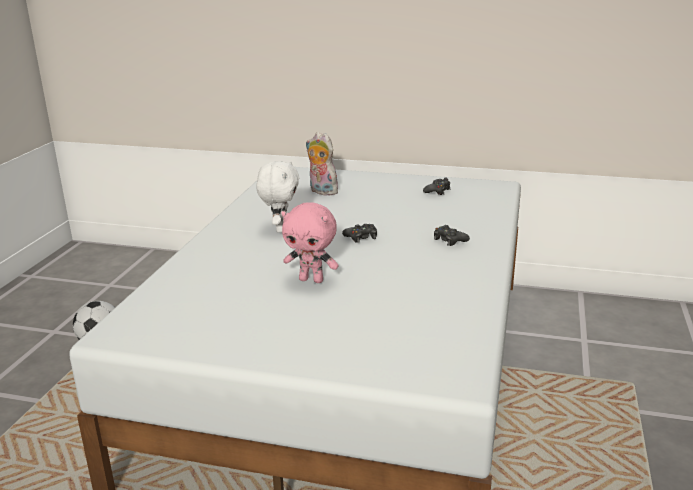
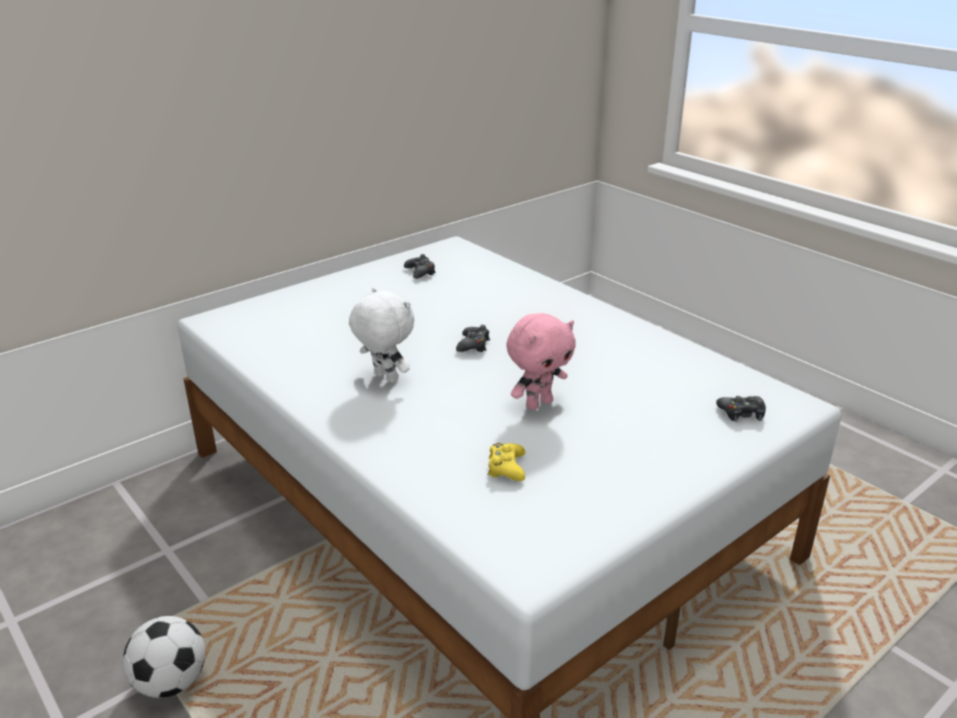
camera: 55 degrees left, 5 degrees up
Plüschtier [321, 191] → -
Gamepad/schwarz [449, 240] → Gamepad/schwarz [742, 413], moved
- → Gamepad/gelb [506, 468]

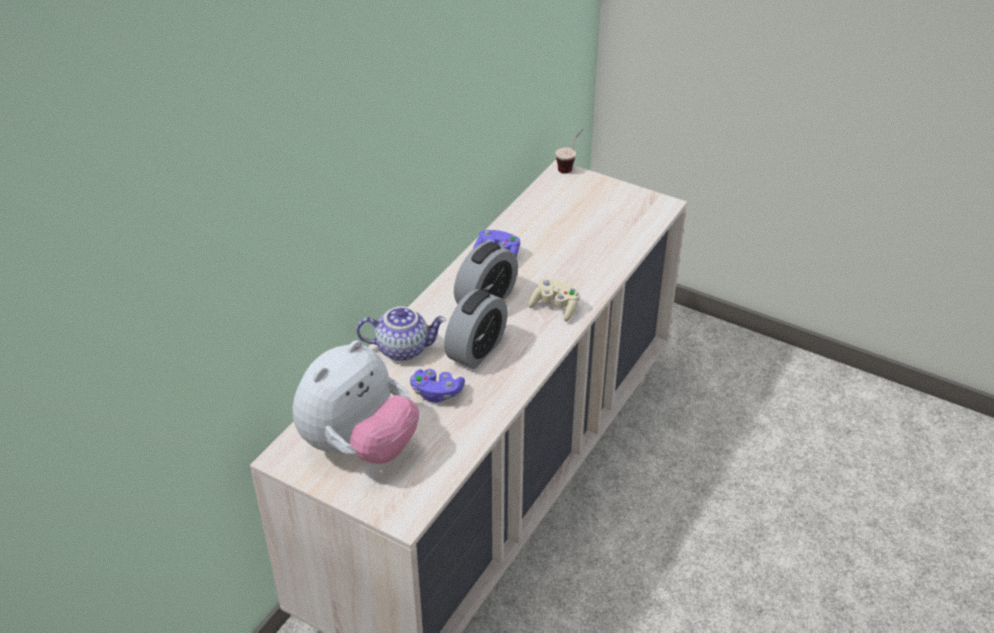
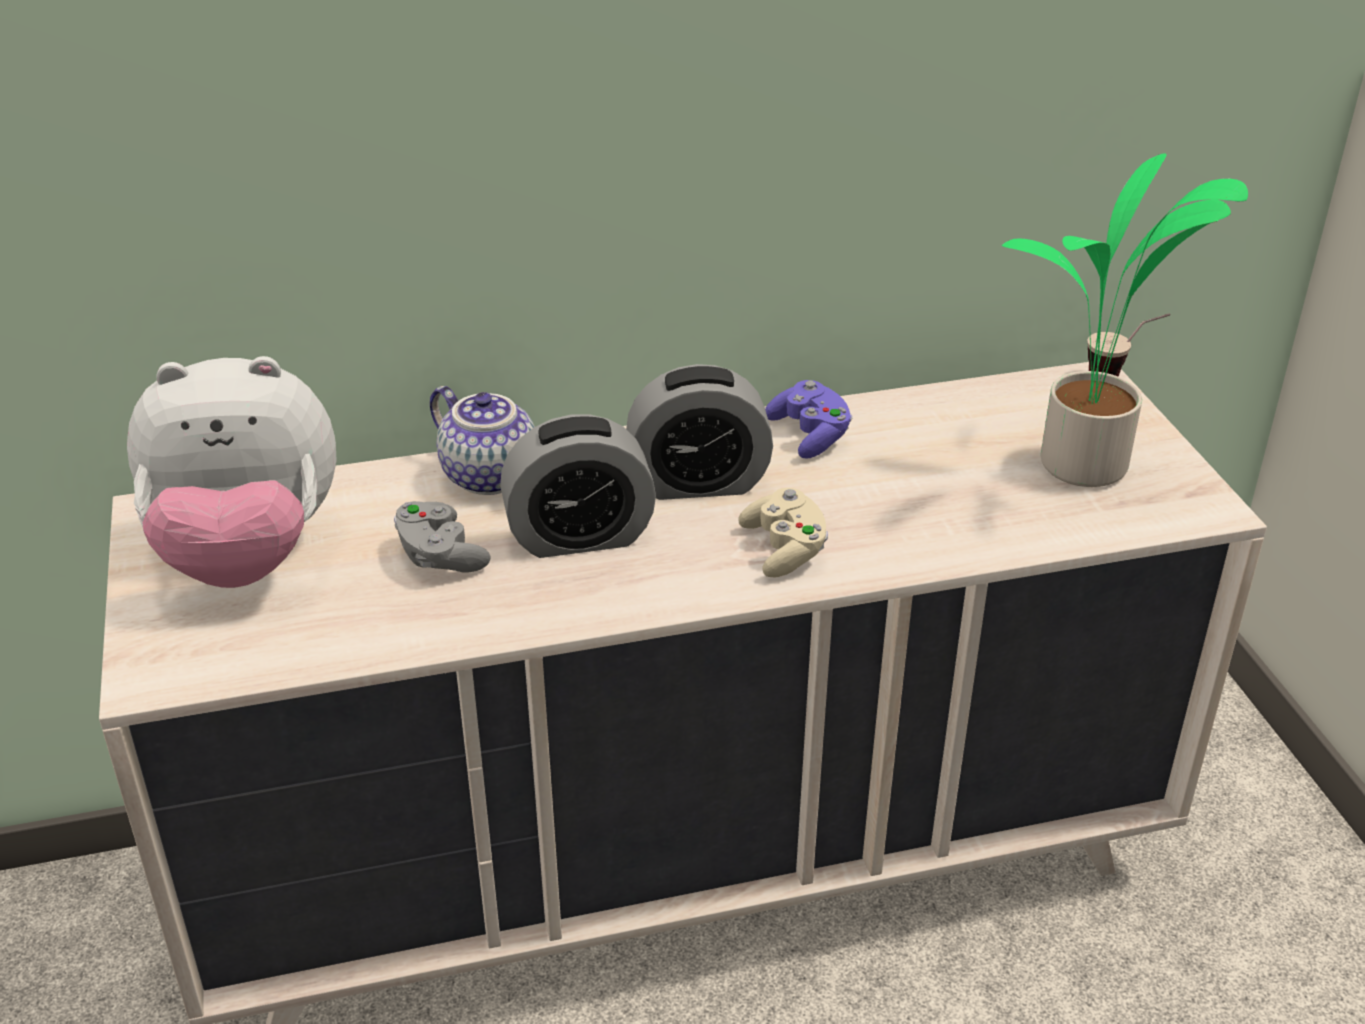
camera: 45 degrees right, 5 degrees down
Gamepad/lila [436, 393] → Gamepad/grau [440, 556]
- → Topfpflanze [1085, 469]

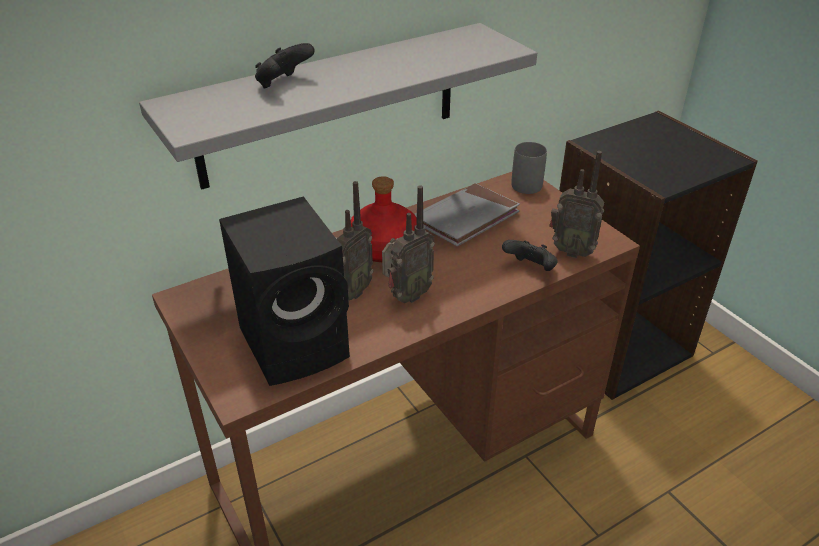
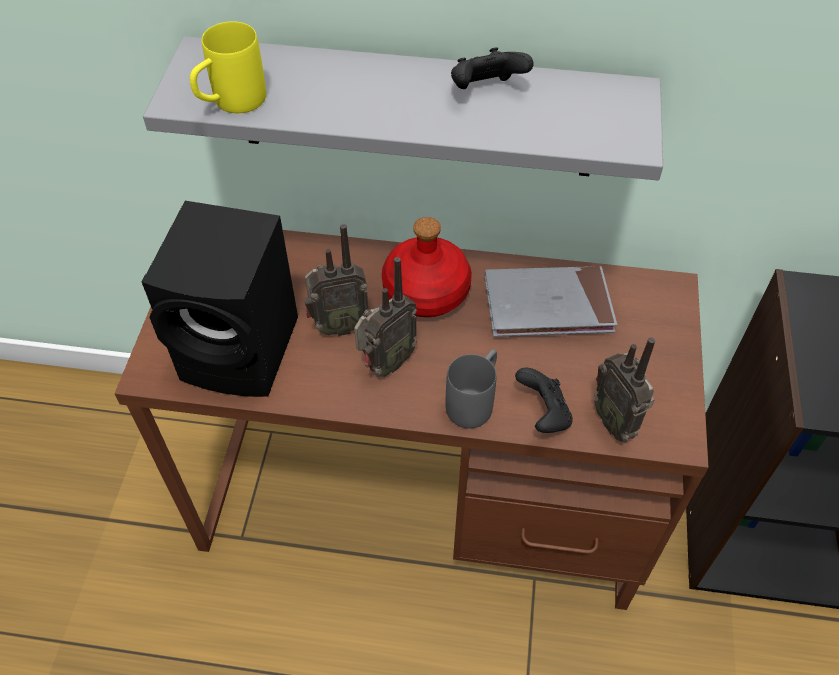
camera: 40 degrees right, 15 degrees up
Gamepad/schwarz [283, 84] → Gamepad/schwarz [486, 91], moved
Henkelbecher/grau [524, 182] → Henkelbecher/grau [474, 400], moved
Radio [406, 296] → Radio [385, 364], 45 degrees counterclockwise
- → Henkelbecher/gelb [231, 103]

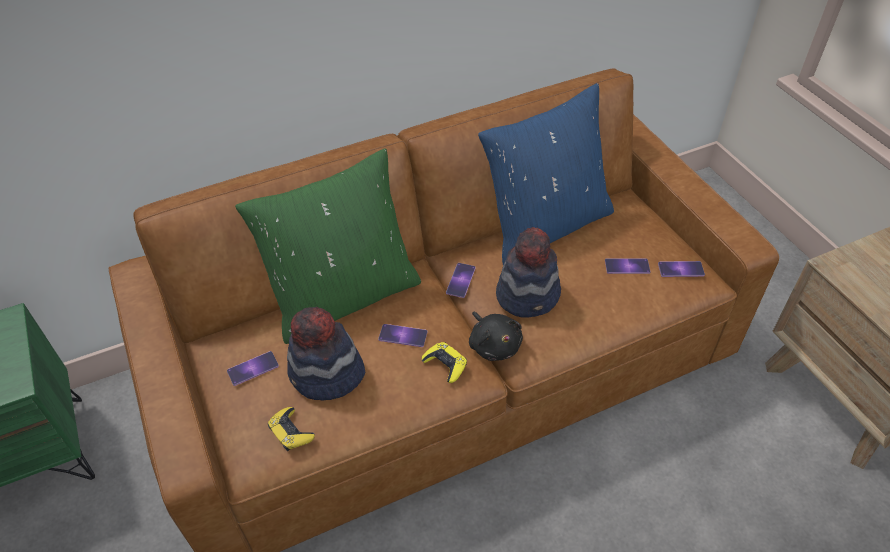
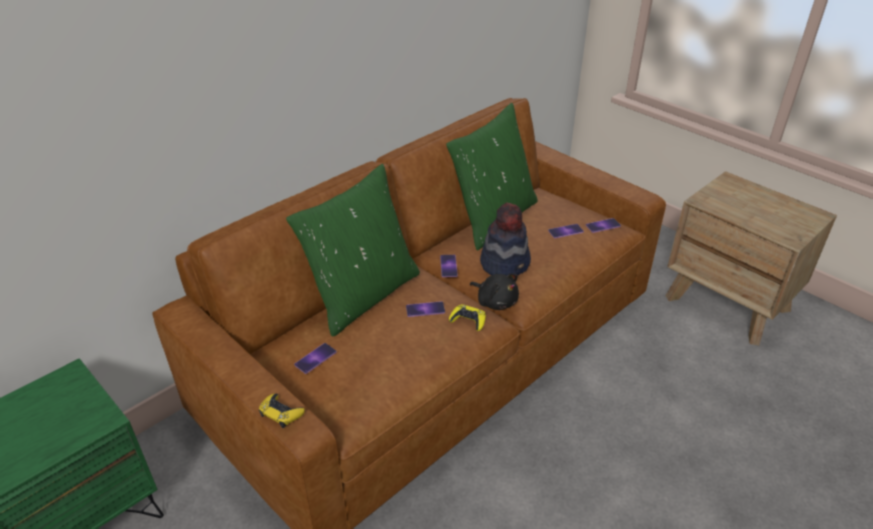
camera: 20 degrees left, 10 degrees down
Kissen/blau [545, 225] → Kissen/grün [493, 219]
Hut [326, 375] → -
Gamepad/gelb [291, 432] → Gamepad/gelb [281, 413], moved

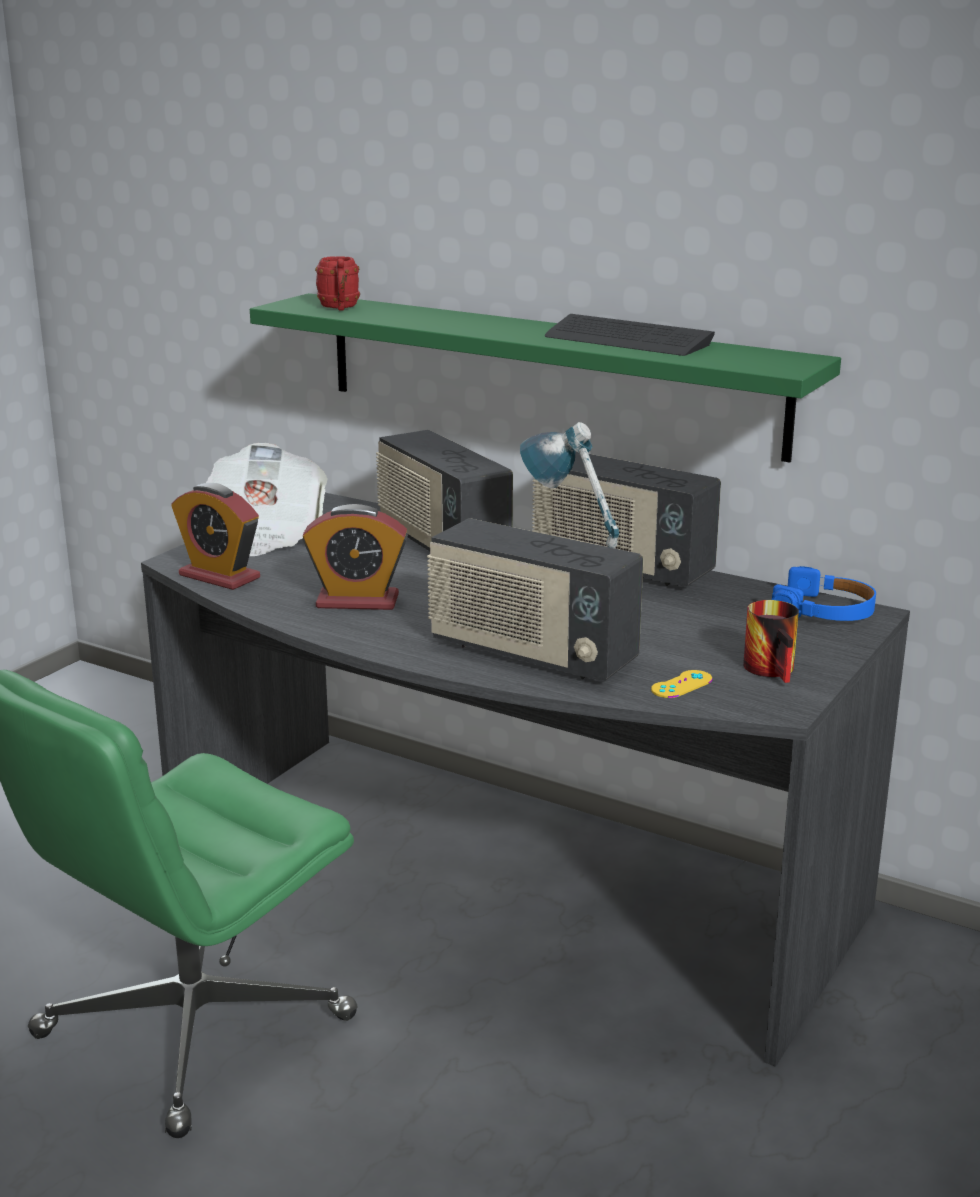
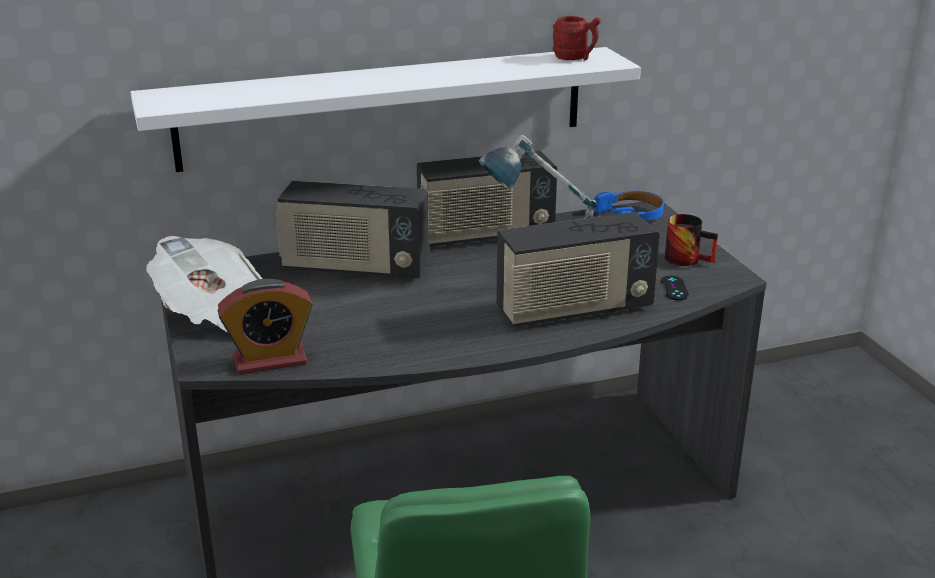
camera: 50 degrees left, 5 degrees up
Henkelbecher/rot [339, 308] → Henkelbecher/rot [575, 58], moved
Wandregal/grün [547, 373] → Wandregal/weiß [384, 107]
Tastatur [627, 340] → -
Wecker [357, 601] → -
Gamepad/gelb [681, 685] → Gamepad/schwarz [674, 288]

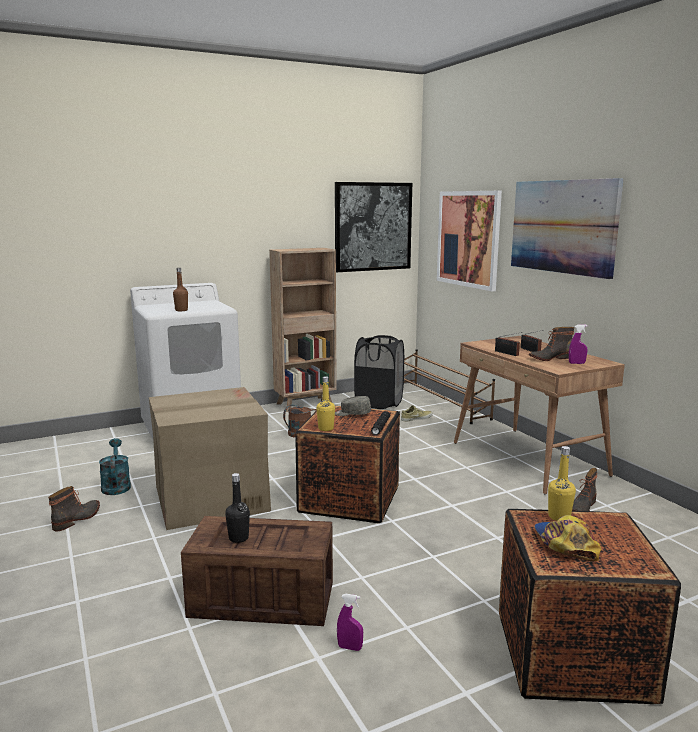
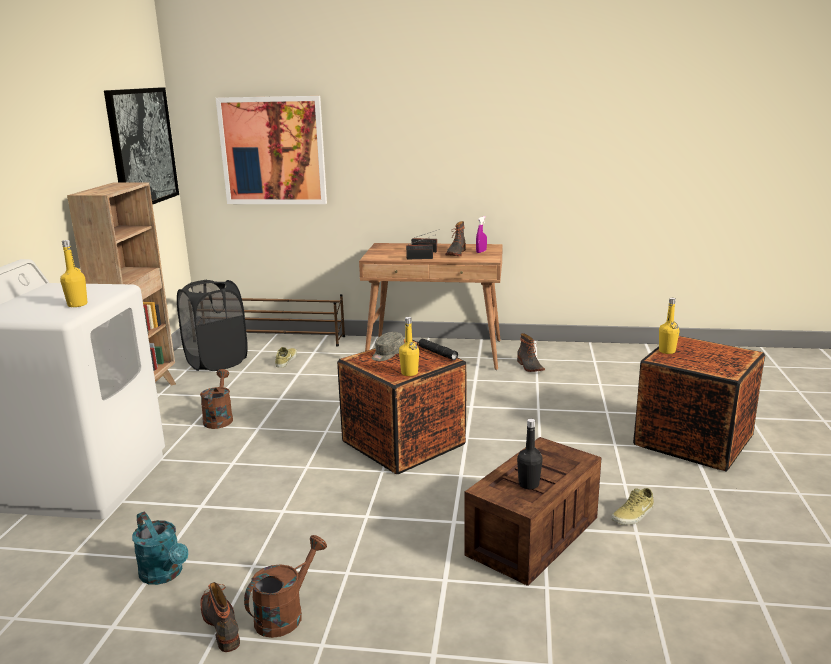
camera: 55 degrees left, 5 degrees up
Bild [563, 226] → -
Flasche/braun [181, 310] → Flasche/gelb [77, 304]
Karton [210, 498] → -
Gießkanne/türkis [116, 485] → Gießkanne/türkis [165, 575], 150 degrees counterclockwise
Kappe [565, 544] → -
Sprühflasche/lila [350, 647] → Schuh/beige [633, 515]
- → Gießkanne/braun [285, 614]

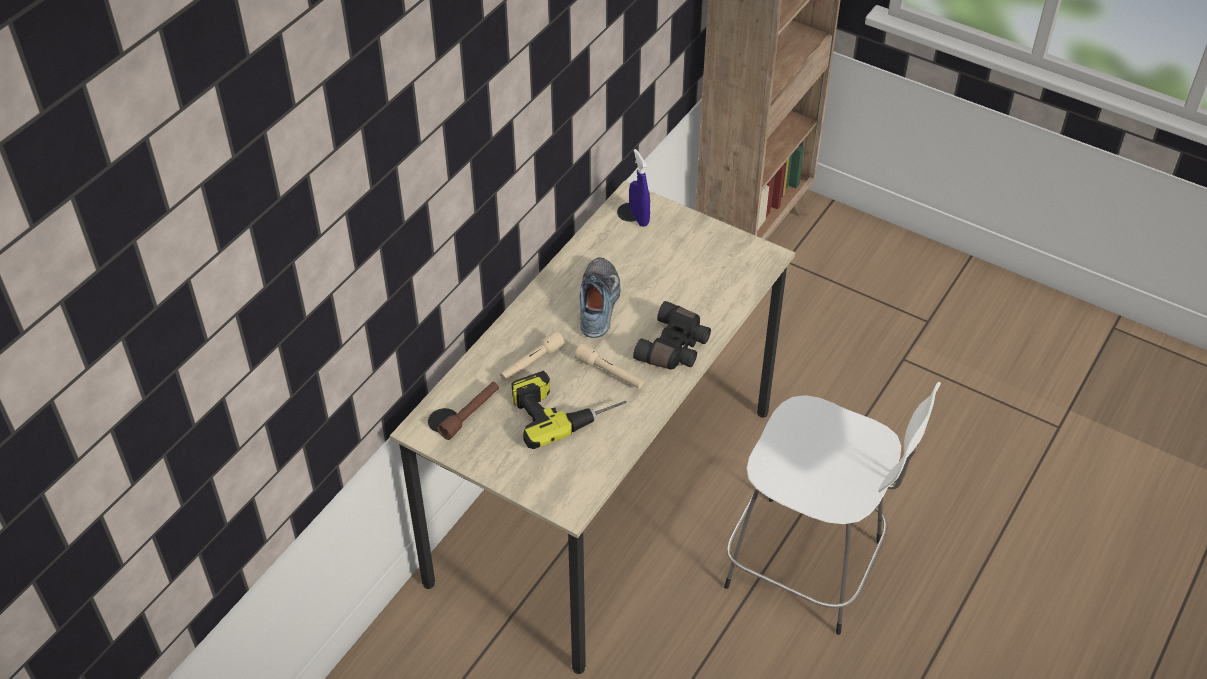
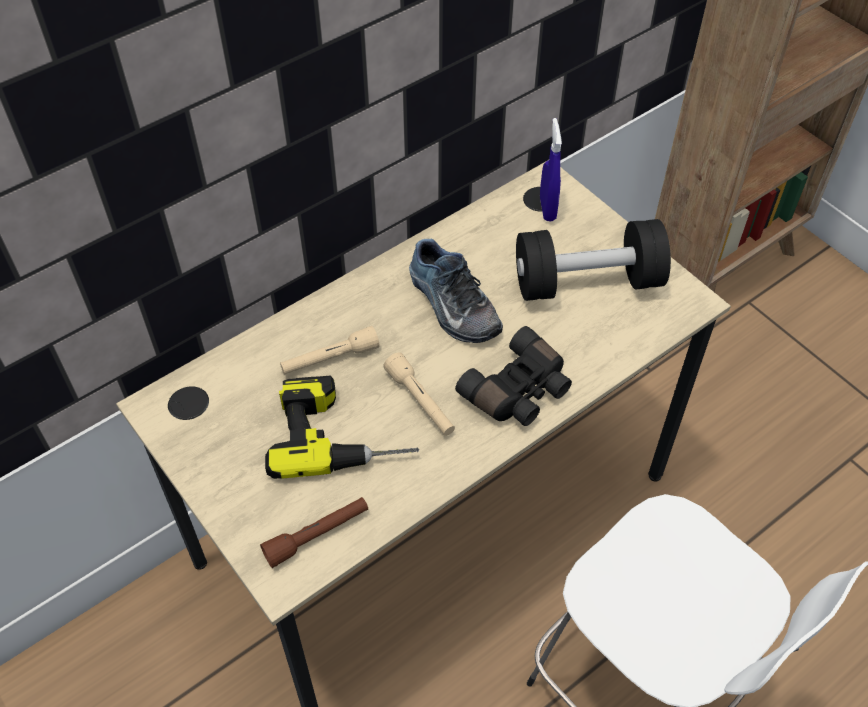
camera: 20 degrees right, 5 degrees up
Schuh [600, 303] → Schuh [450, 305], 120 degrees clockwise
Taschenlampe/braun [470, 414] → Taschenlampe/braun [317, 535], moved
- → Hantel/schwarz [587, 282]

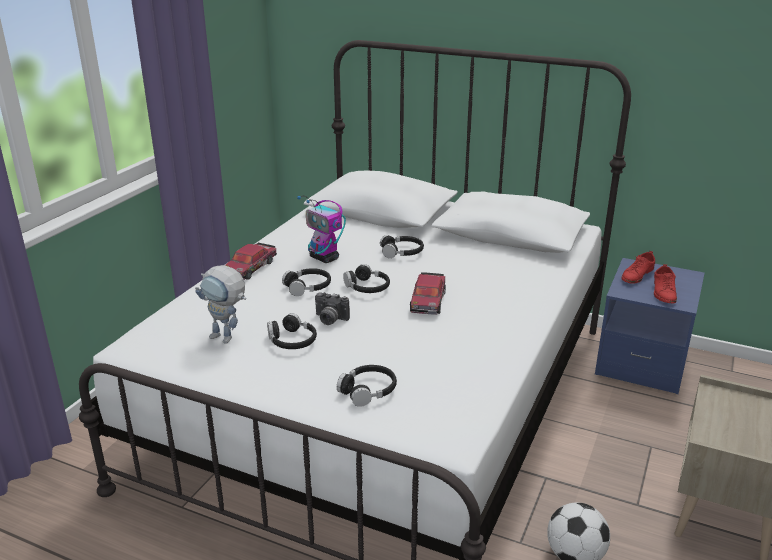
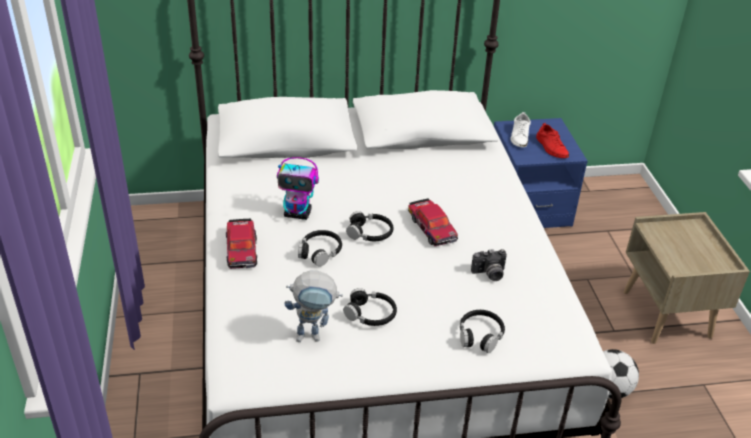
camera: 35 degrees left, 10 degrees up
Kopfhörer/schwarz [402, 252] → -
Schuh/rot [637, 275] → Schuh/weiß [520, 136]
Kamera [329, 320] → Kamera [489, 274], moved

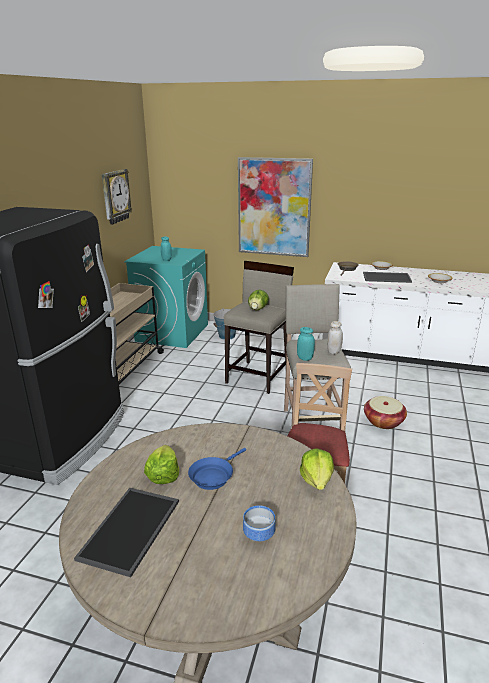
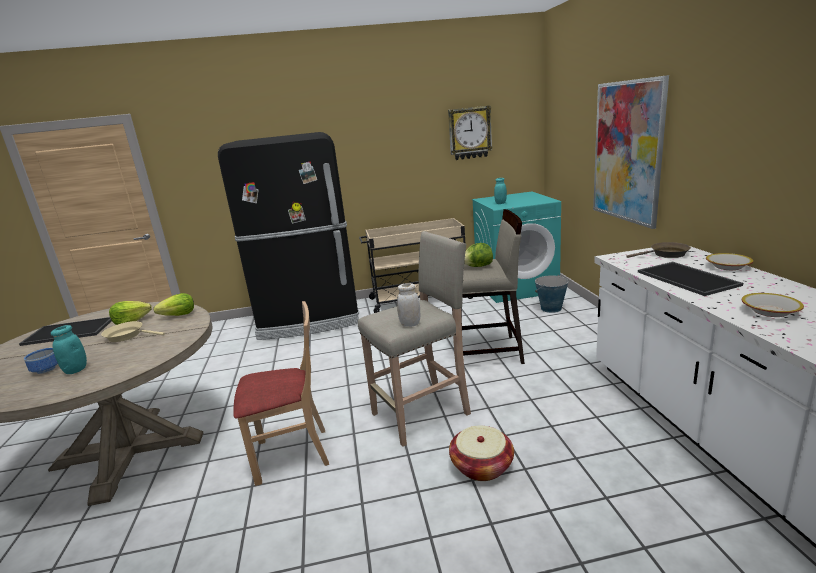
camera: 65 degrees right, 5 degrees down
Vorratsglas/türkis [305, 358] → Vorratsglas/türkis [76, 370], moved
Pfanne/blau [213, 476] → Pfanne/beige [128, 336]
Salatkopf [317, 480] → Salatkopf [179, 315], moved

